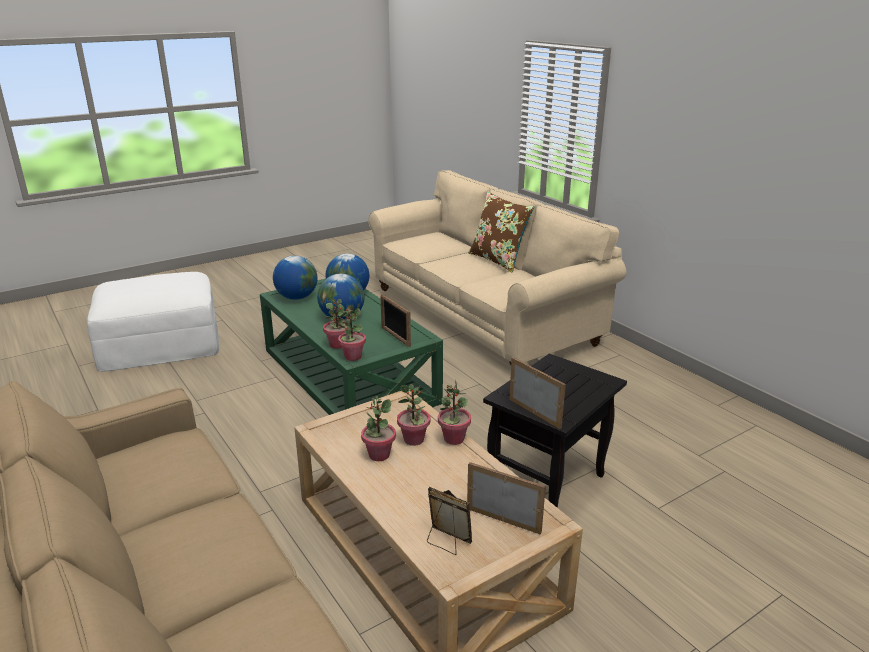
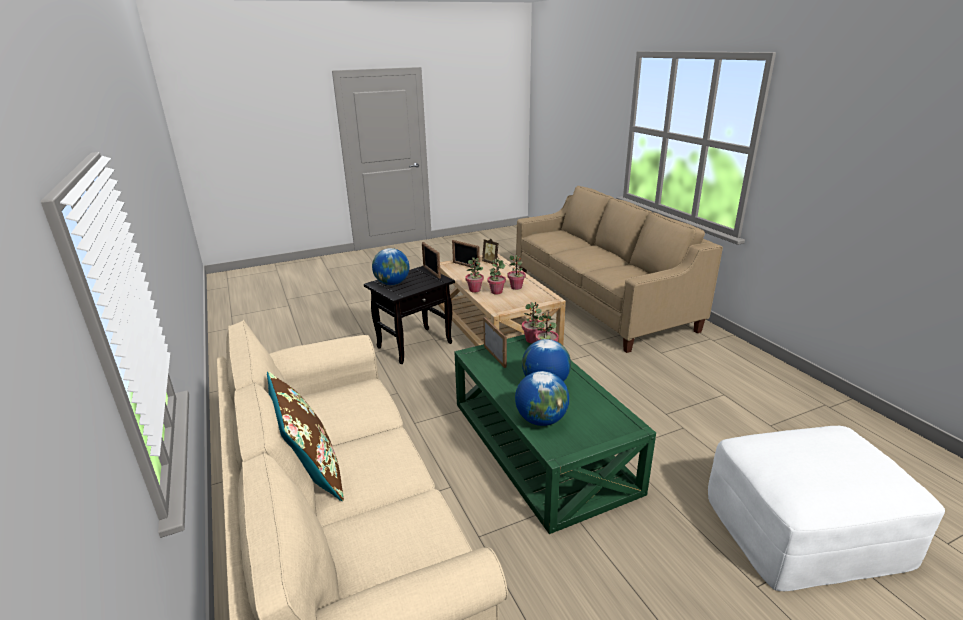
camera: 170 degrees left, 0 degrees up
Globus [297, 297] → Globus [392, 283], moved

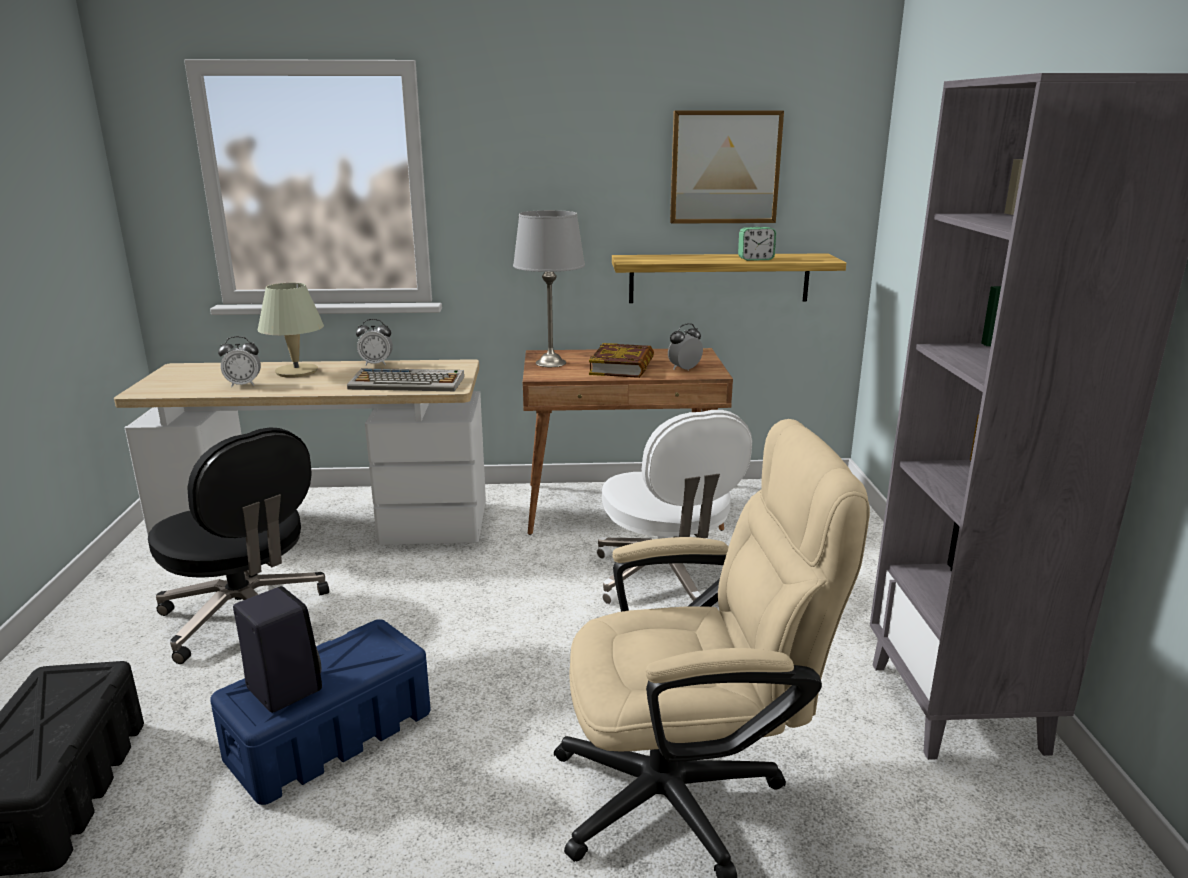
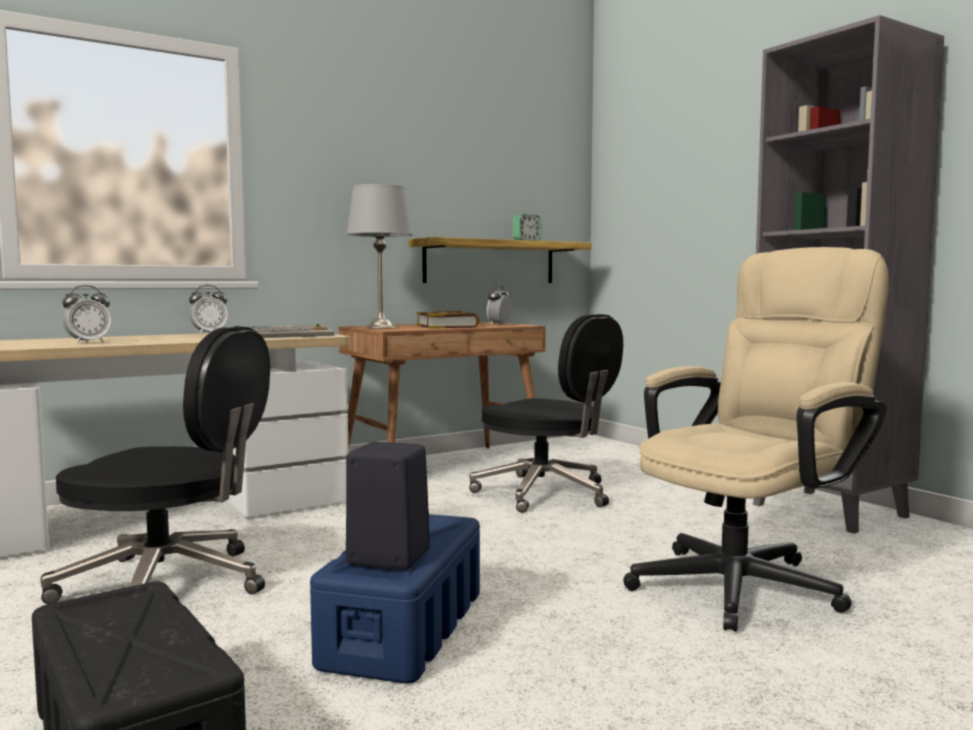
camera: 30 degrees left, 15 degrees down
Bild [724, 167] → -
Tischlampe/beige [296, 371] → -
Bürostuhl/weiß [667, 579] → Bürostuhl/schwarz [546, 493]

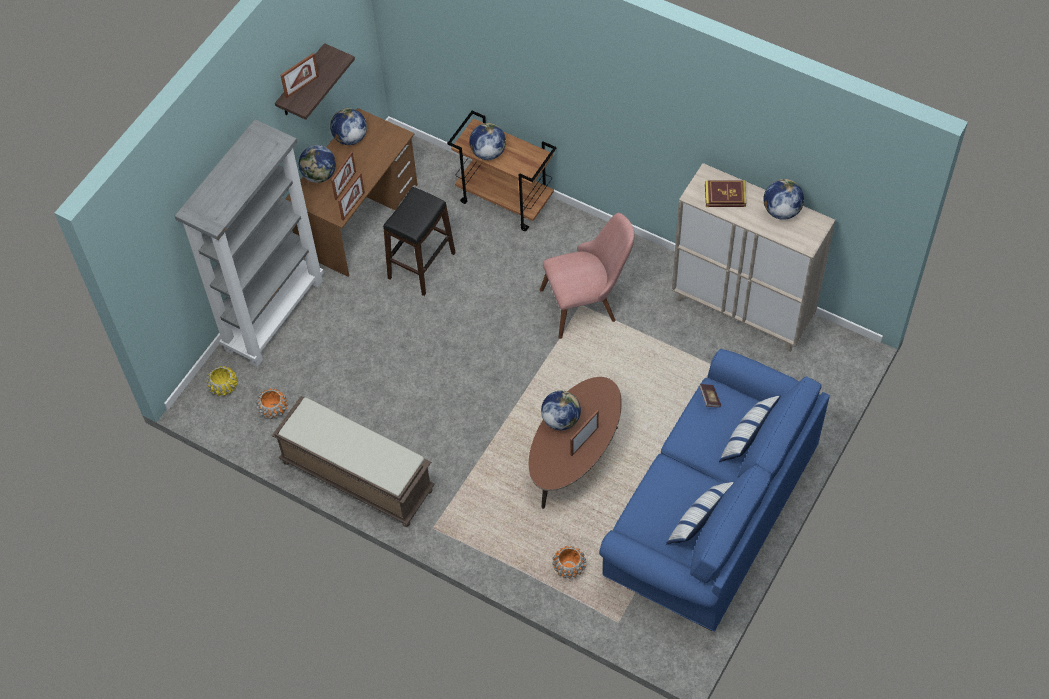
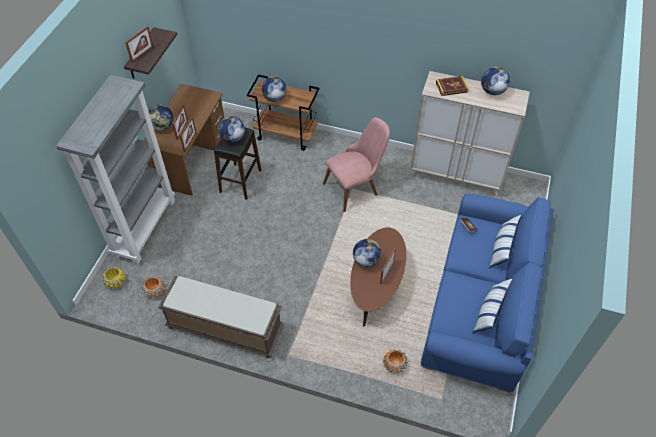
camera: 15 degrees left, 5 degrees down
Globus [350, 138] → Globus [232, 138], moved

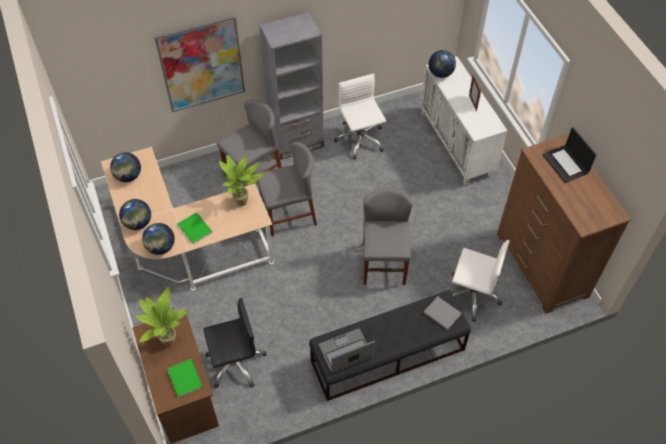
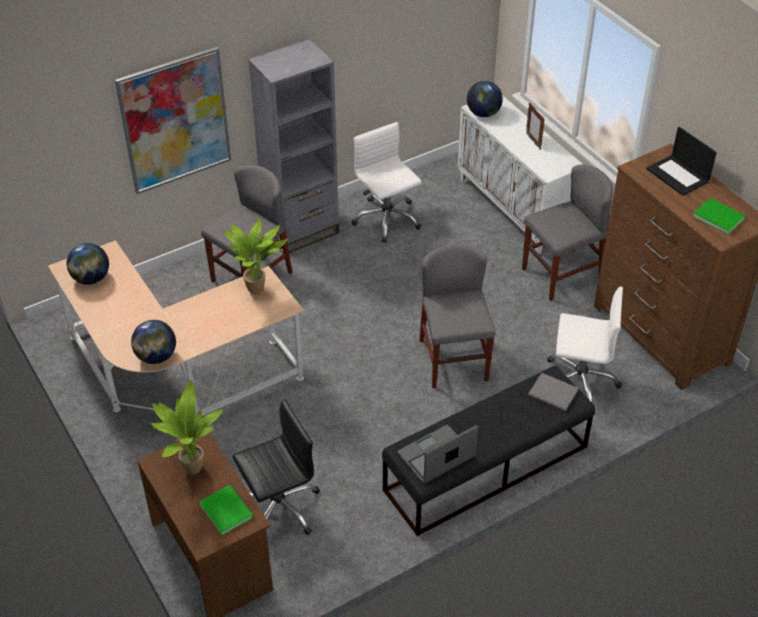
camera: 10 degrees left, 10 degrees down
Stuhl/grau [288, 215] → Stuhl/grau [561, 274], moved
Globus [138, 223] → -
Buch/grün [195, 227] → Buch/grün [718, 216], moved

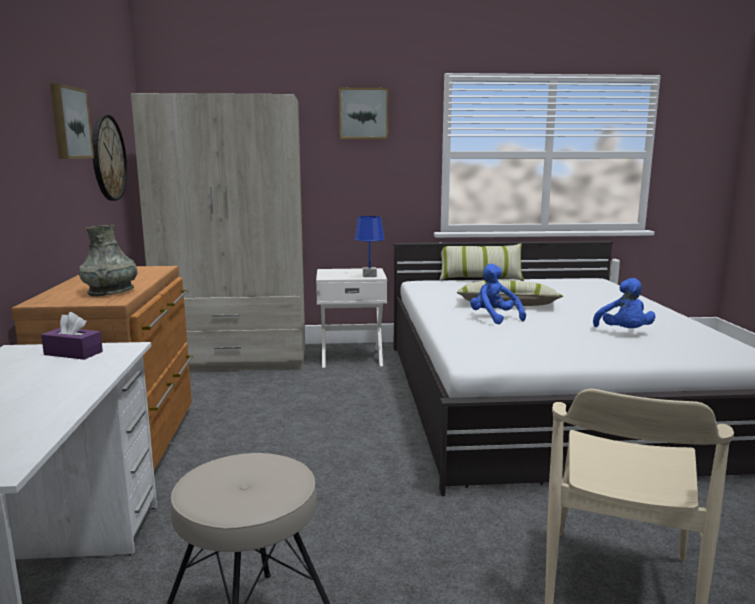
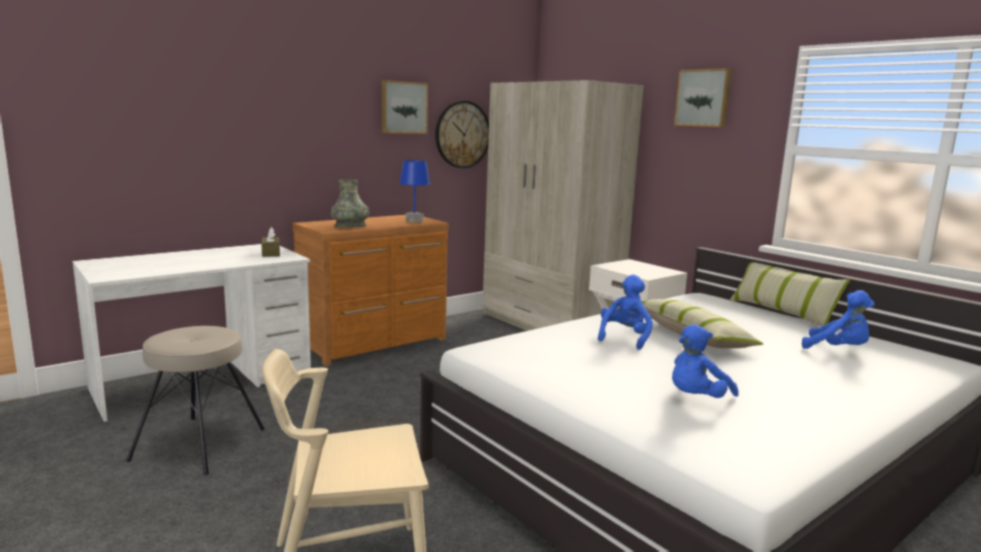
camera: 55 degrees right, 0 degrees up
Tischlampe/blau [369, 276] → Tischlampe/blau [414, 221], moved
Taschentuchbox/lila [73, 353] → Taschentuchbox/braun [271, 253]
- → Plüschtier/blau [838, 349]

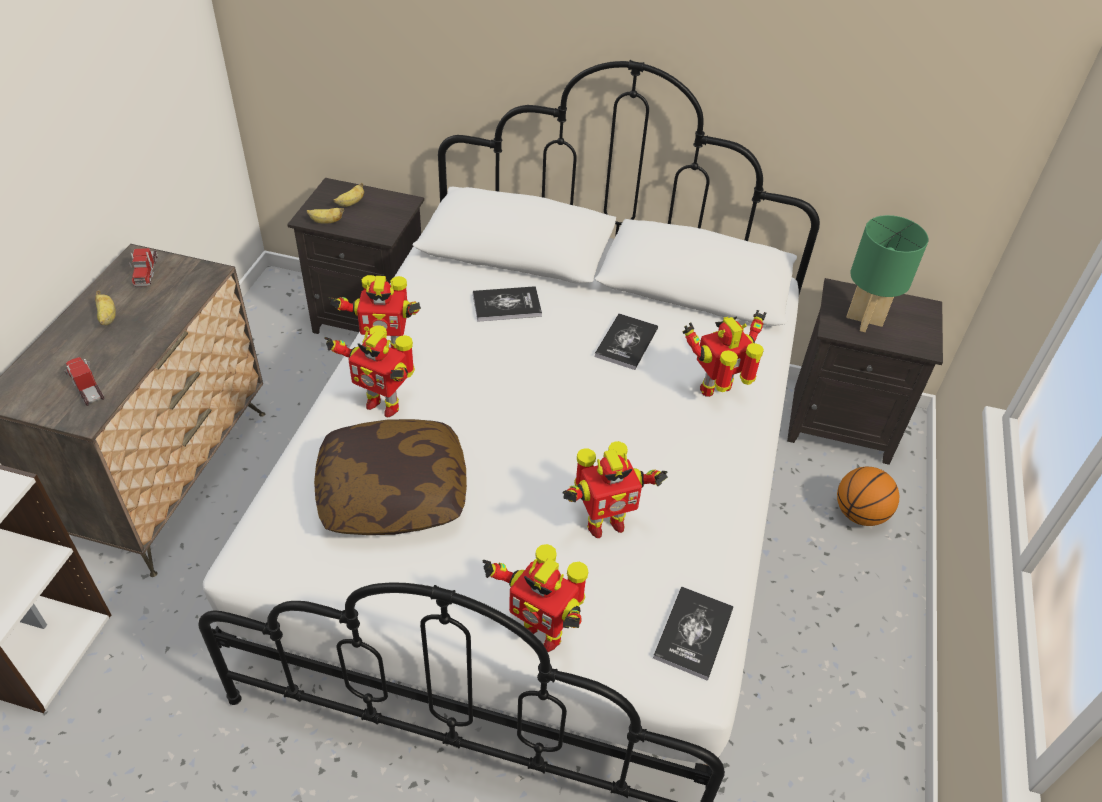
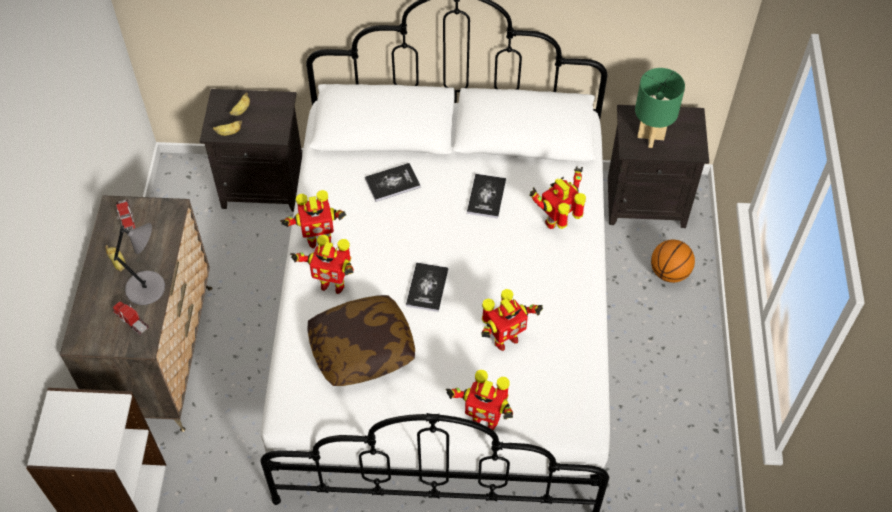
camera: 10 degrees left, 10 degrees up
Buch [693, 633] → Buch [427, 287], moved
- → Tischlampe/grau [148, 288]

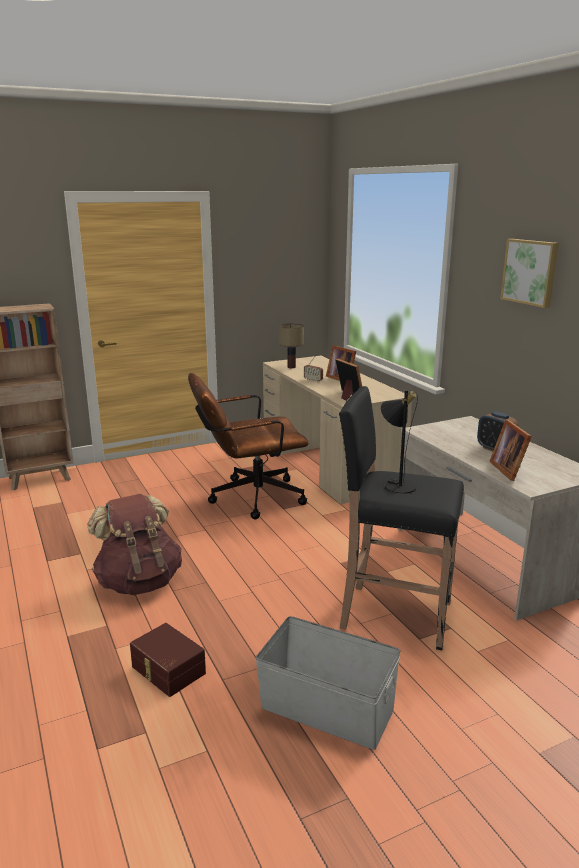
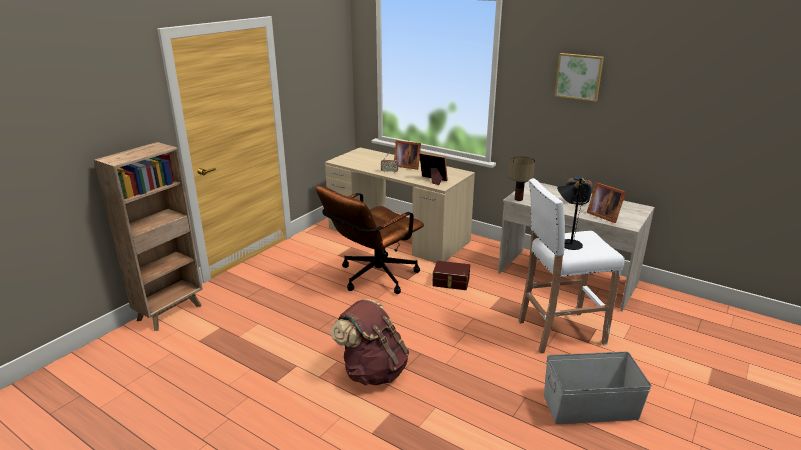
camera: 30 degrees left, 5 degrees up
Tischlampe [291, 367] → Tischlampe [518, 199], moved
Hocker/schwarz [393, 615] → Hocker/weiß [559, 332]
Aufbewahrungsbox/braun [167, 671] → Aufbewahrungsbox/braun [451, 282], moved

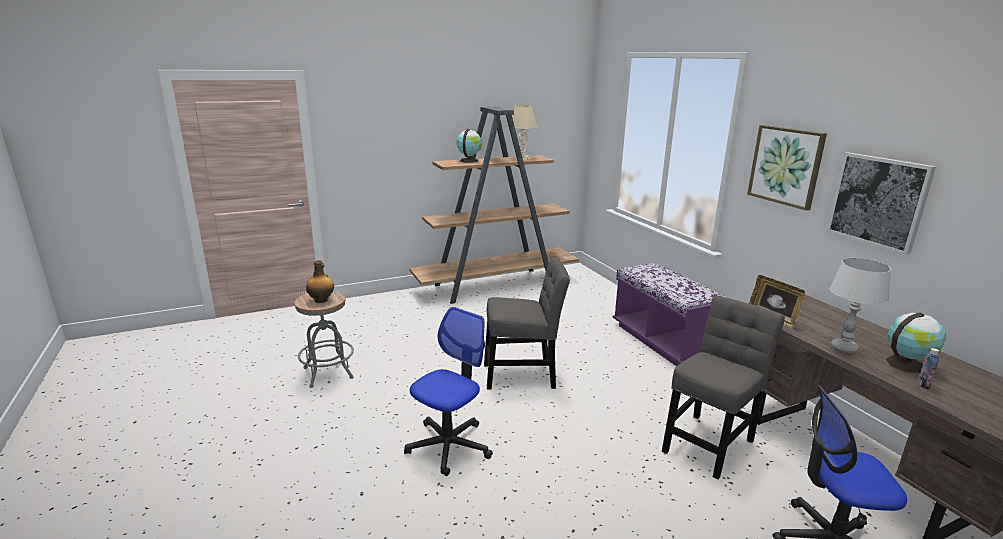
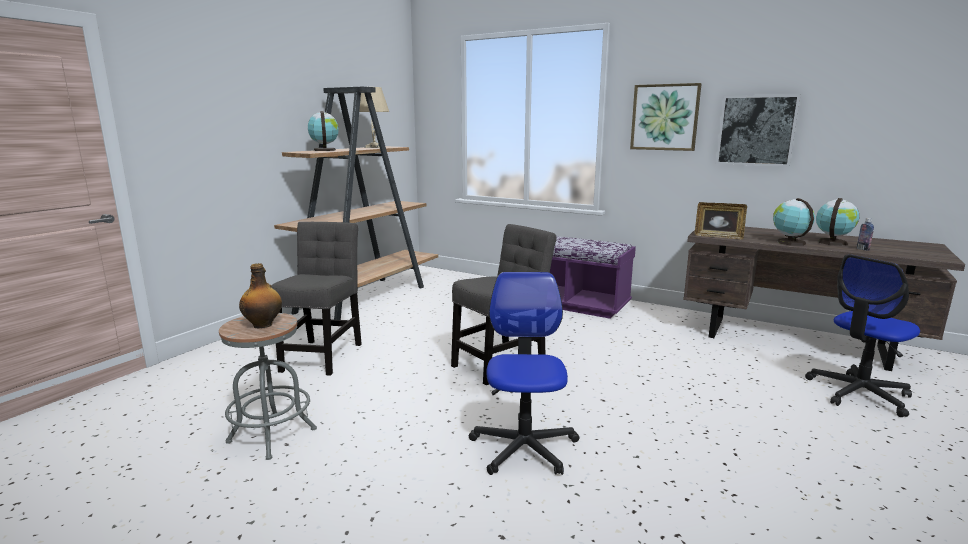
camera: 35 degrees left, 5 degrees down
Tischlampe/grau [843, 348] → Globus [789, 242]
Stuhl/grau [709, 443] → Stuhl/grau [323, 355], moved

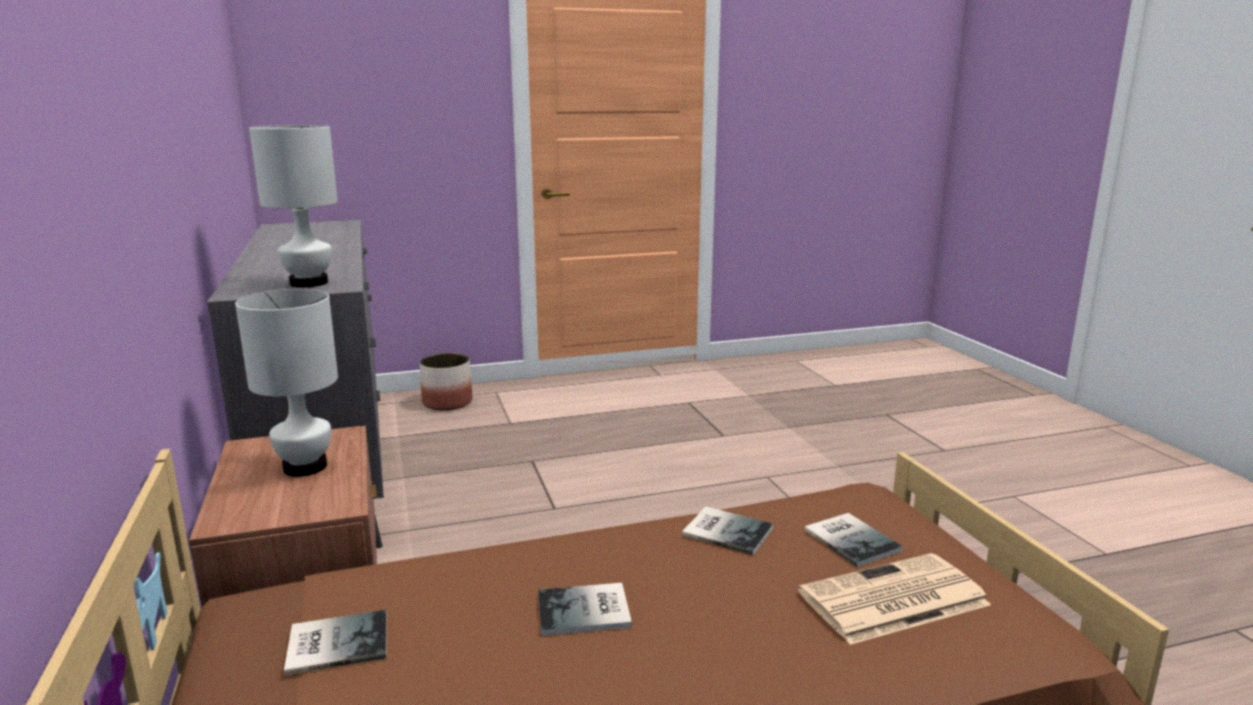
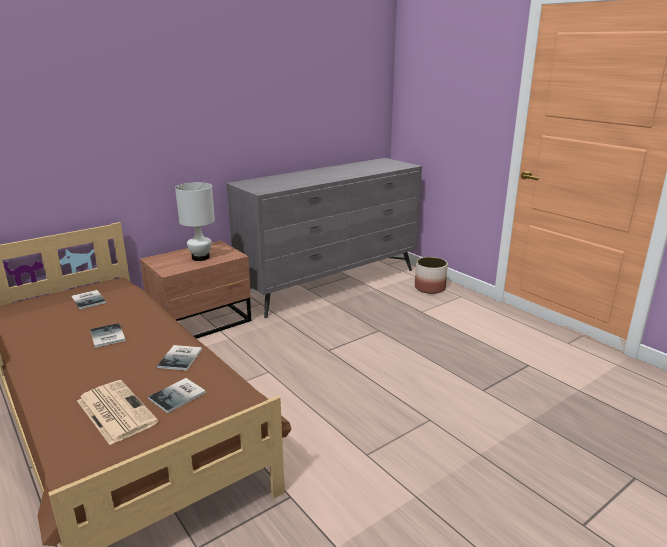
camera: 70 degrees right, 5 degrees up
Tischlampe/weiß [308, 283] → -

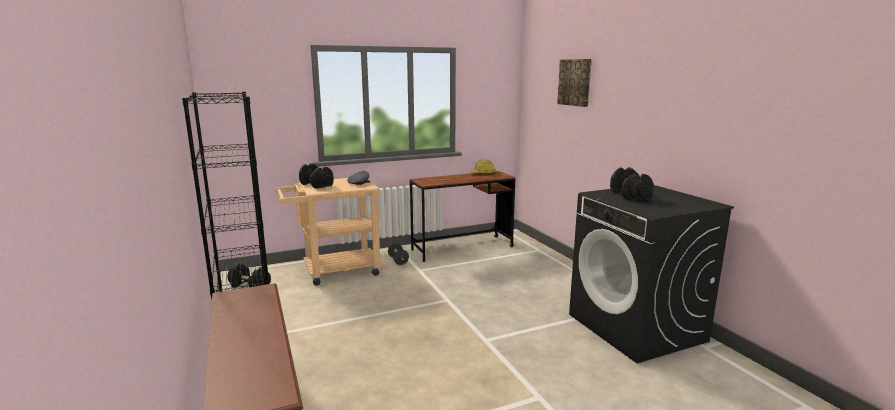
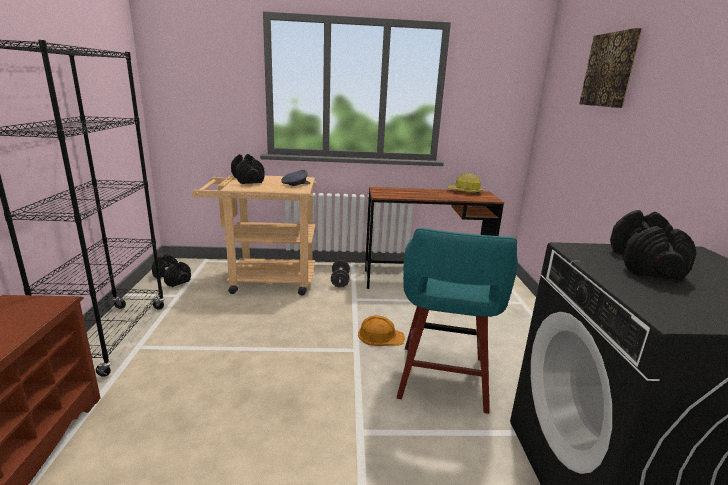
camera: 20 degrees right, 5 degrees up
- → Hocker/türkis [442, 379]
- → Schutzhelm/orange [380, 336]

